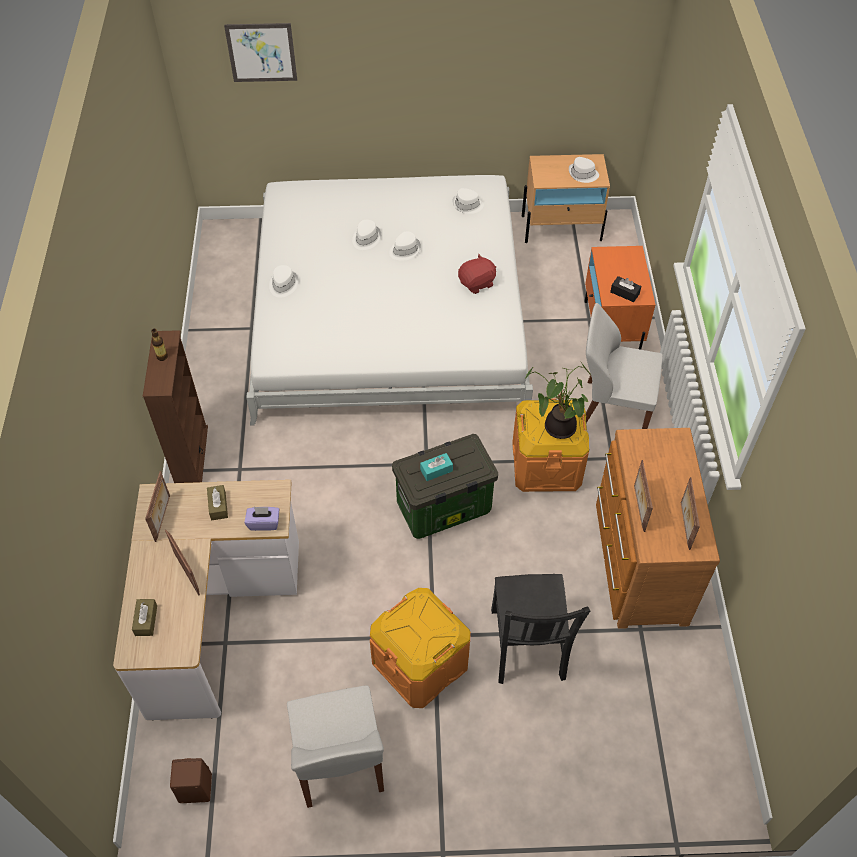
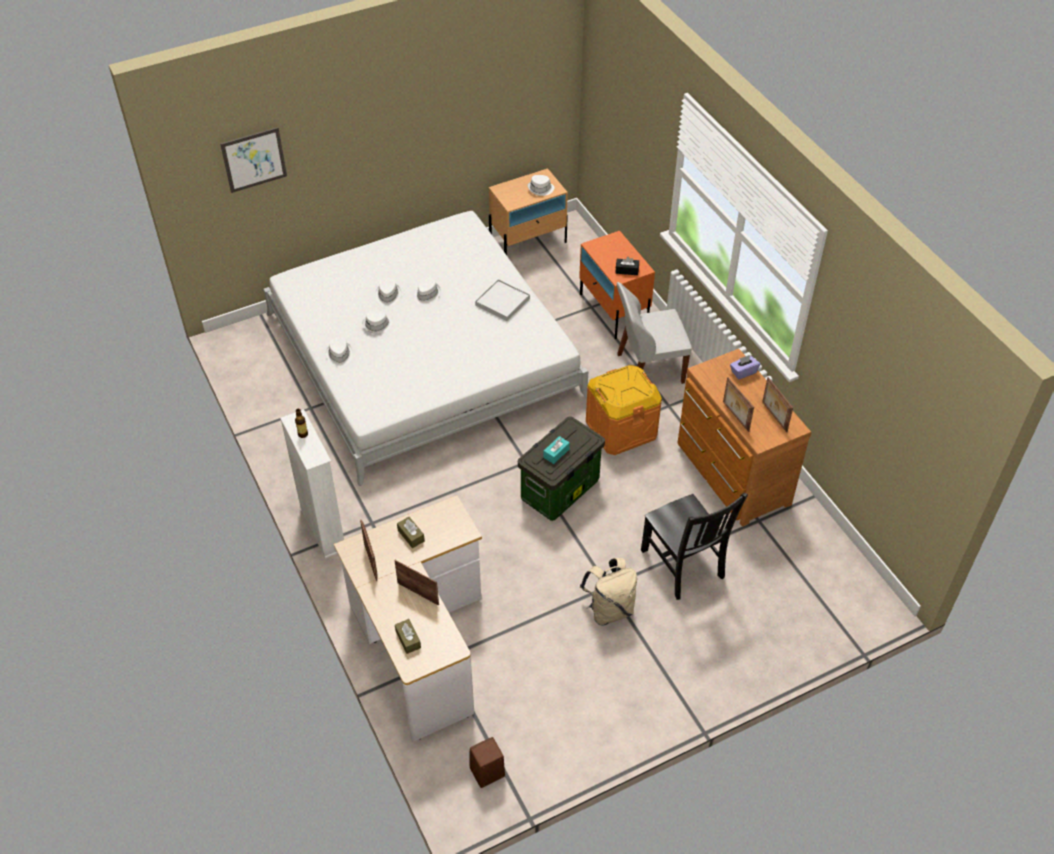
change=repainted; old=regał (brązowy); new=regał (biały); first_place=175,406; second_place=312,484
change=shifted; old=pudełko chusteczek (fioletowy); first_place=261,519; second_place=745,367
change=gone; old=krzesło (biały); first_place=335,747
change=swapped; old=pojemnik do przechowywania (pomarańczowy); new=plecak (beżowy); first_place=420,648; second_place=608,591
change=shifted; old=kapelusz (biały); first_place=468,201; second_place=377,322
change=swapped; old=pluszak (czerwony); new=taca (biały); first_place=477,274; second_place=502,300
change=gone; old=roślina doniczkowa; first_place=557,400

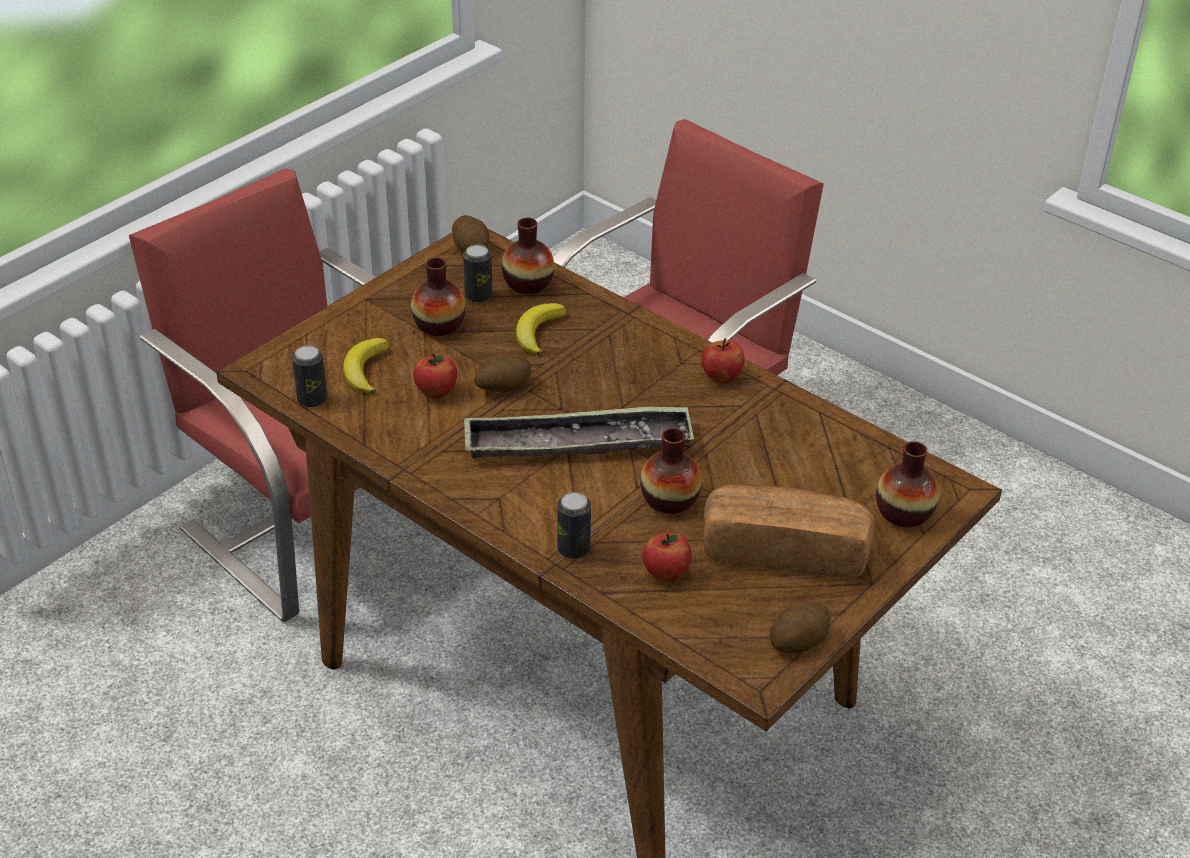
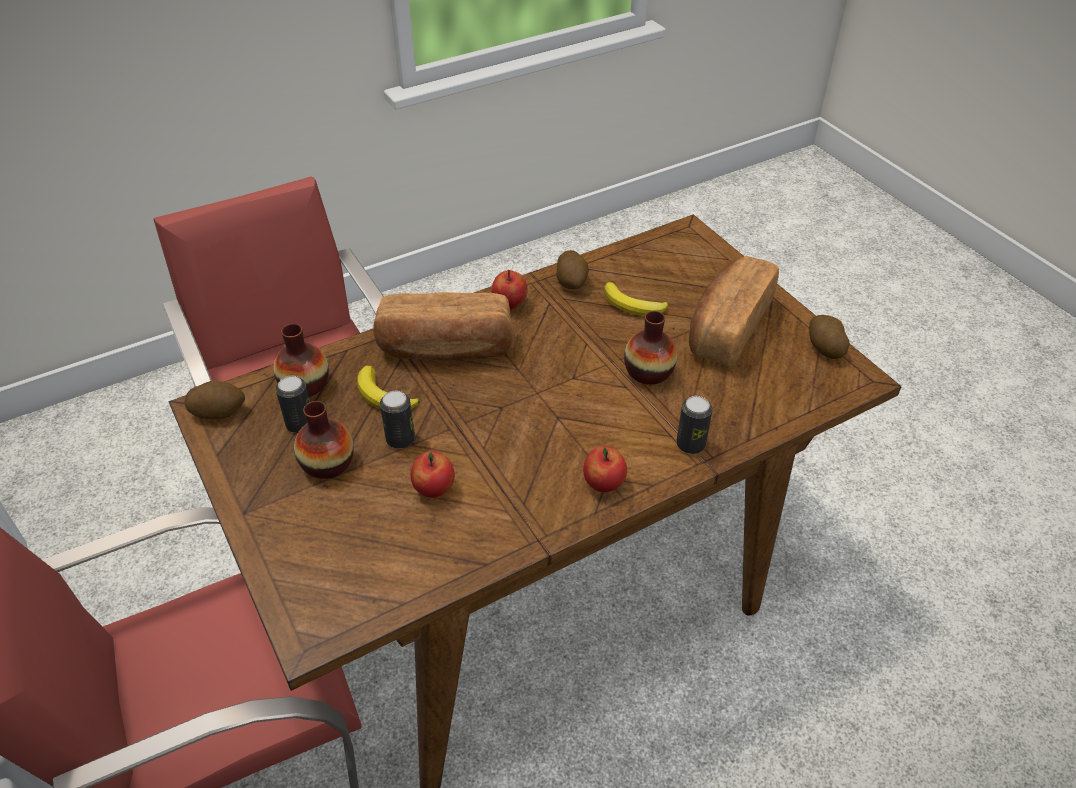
change=shifted; old=puszka; first_place=309,376; second_place=397,420
change=shifted; old=banan; first_place=366,366; second_place=636,299
change=gone; old=taca; first_place=579,432
change=shifted; old=ziemniak; first_place=502,373; second_place=572,269
change=shifted; old=jabłko; first_place=667,557; second_place=605,469
change=gone; old=wazon; first_place=907,484
change=new; new=chleb; second_place=443,326

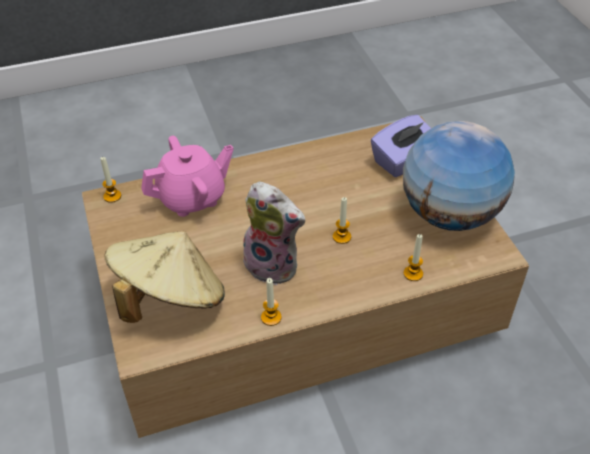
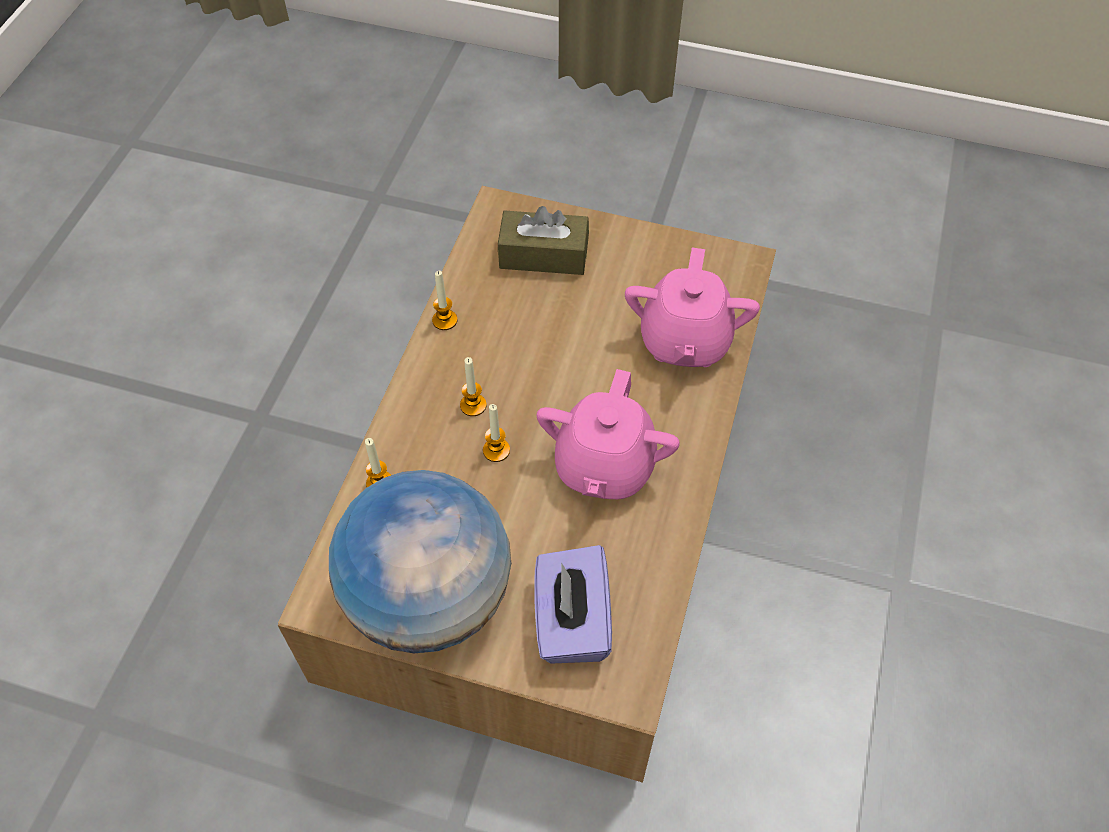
change=shifted; old=świeca; first_place=110,180; second_place=473,386
change=swapped; old=kapelusz (beżowy); new=pudełko chusteczek (brązowy); first_place=164,277; second_place=543,240
change=gone; old=pluszak; first_place=274,233
change=new; new=imbryk (różowy); second_place=608,434

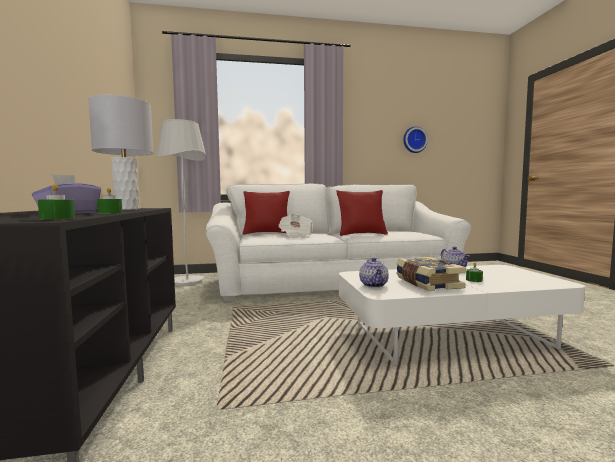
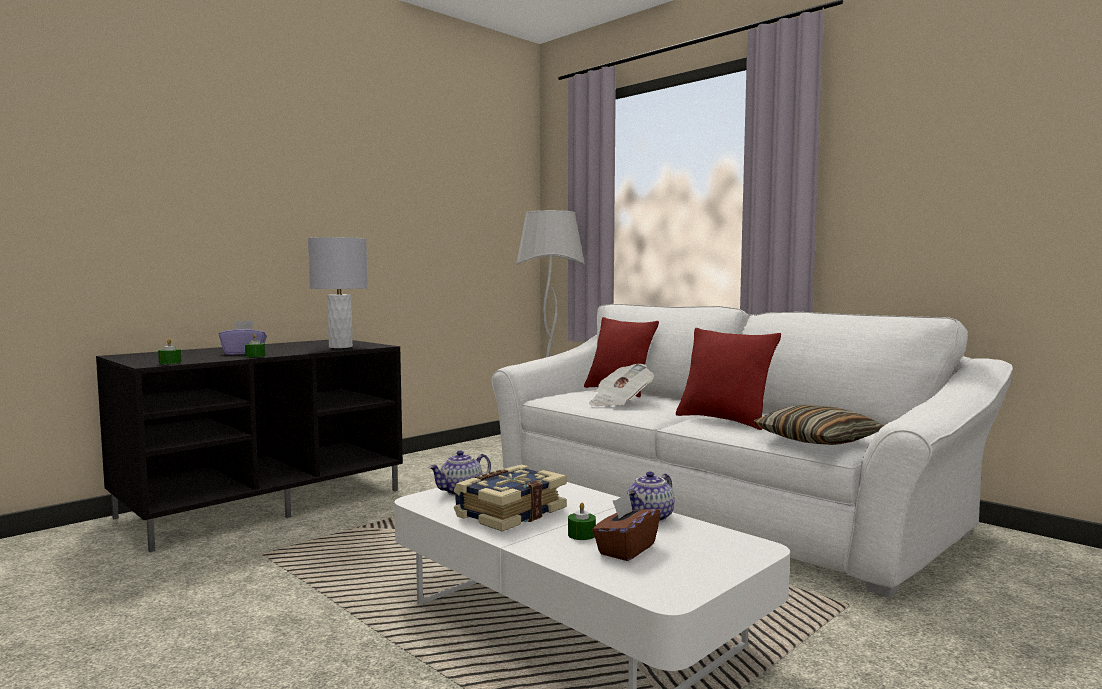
change=gone; old=zegar ścienny; first_place=415,139
change=new; new=pudełko chusteczek (brązowy); second_place=626,527
change=new; new=poduszka; second_place=818,425

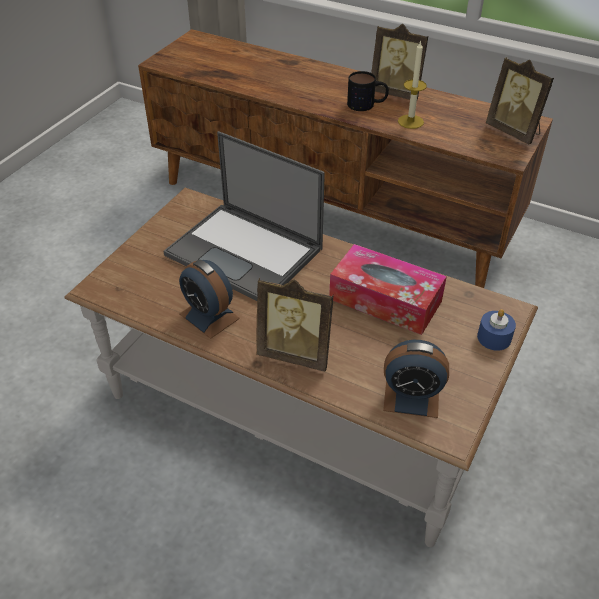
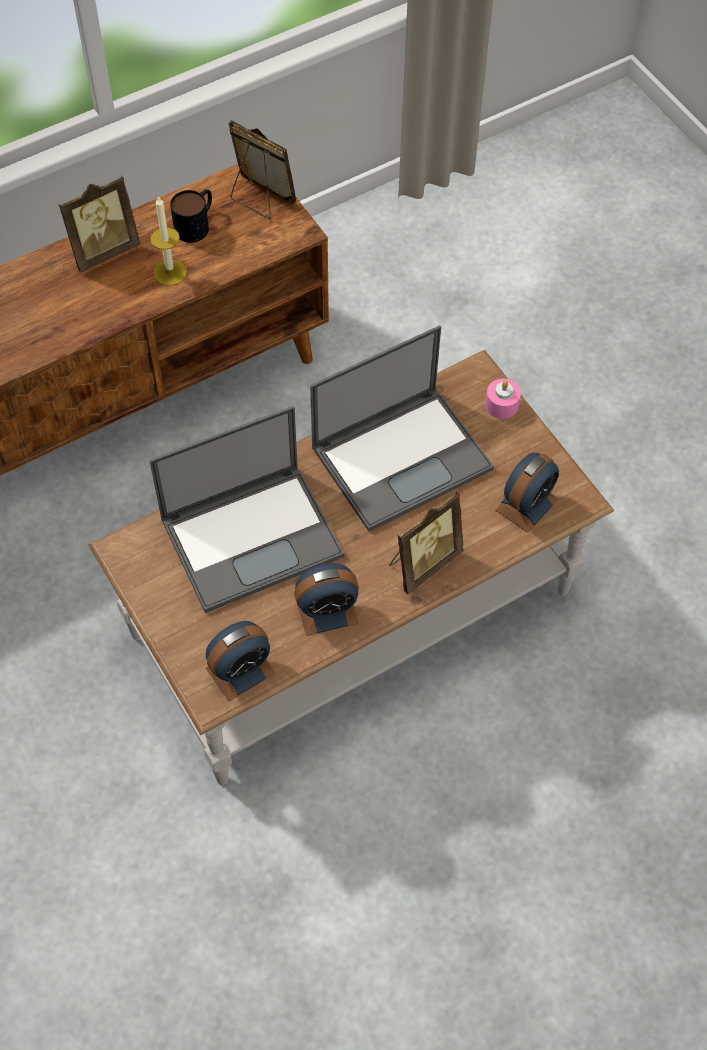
change=swapped; old=pudełko chusteczek; new=laptop; first_place=388,289; second_place=402,428
change=shifted; old=kubek; first_place=368,91; second_place=191,216
change=repainted; old=świeca (niebieski); new=świeca (różowy); first_place=496,330; second_place=503,399
change=rotated; old=ramka na zdjęcie; first_place=520,101; second_place=262,169; degrees=-135
change=new; new=budzik; second_place=240,661

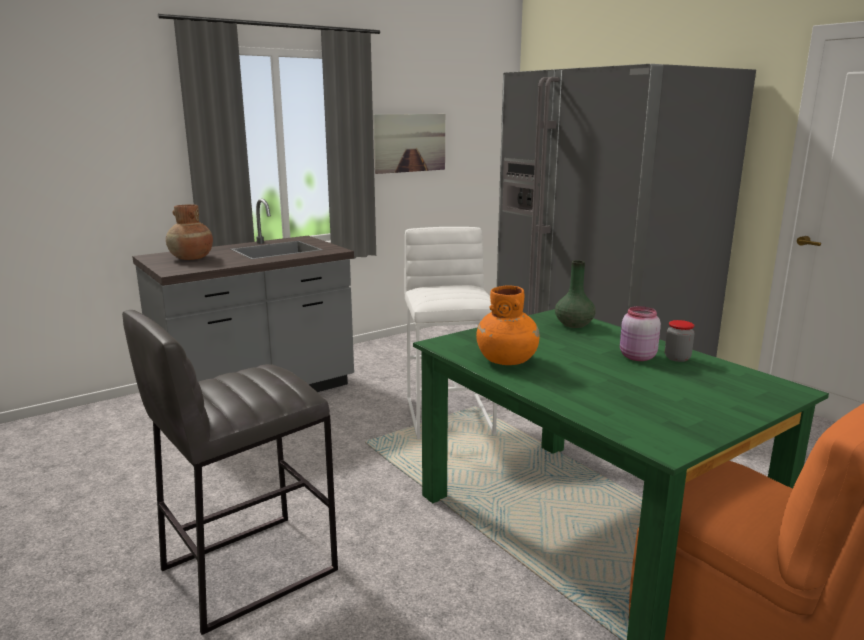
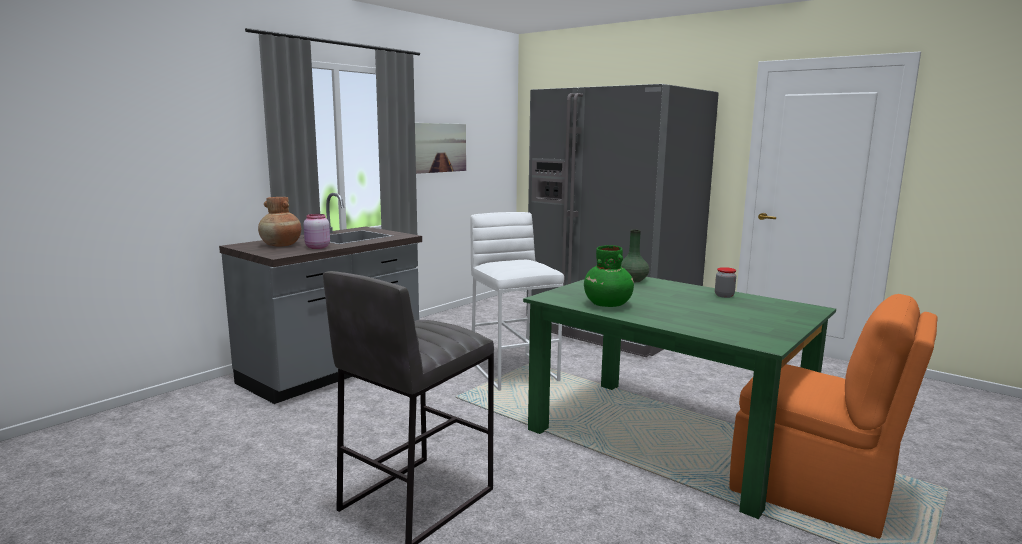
change=repainted; old=wazon (pomarańczowy); new=wazon (zielony); first_place=508,325; second_place=609,276
change=shifted; old=słoik (różowy); first_place=640,333; second_place=316,231

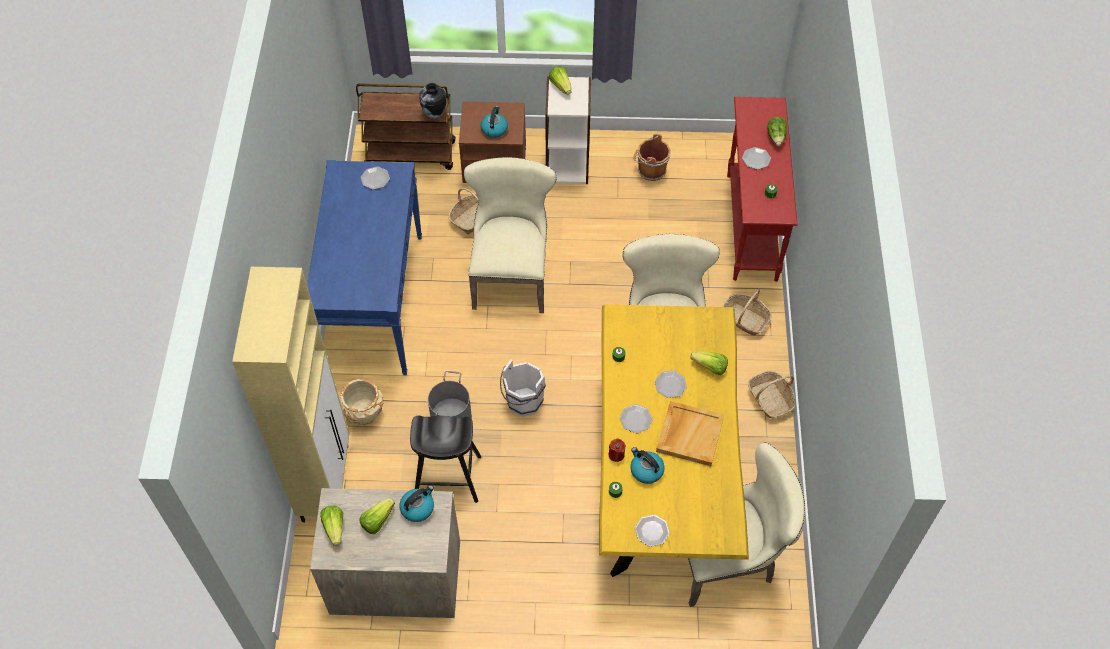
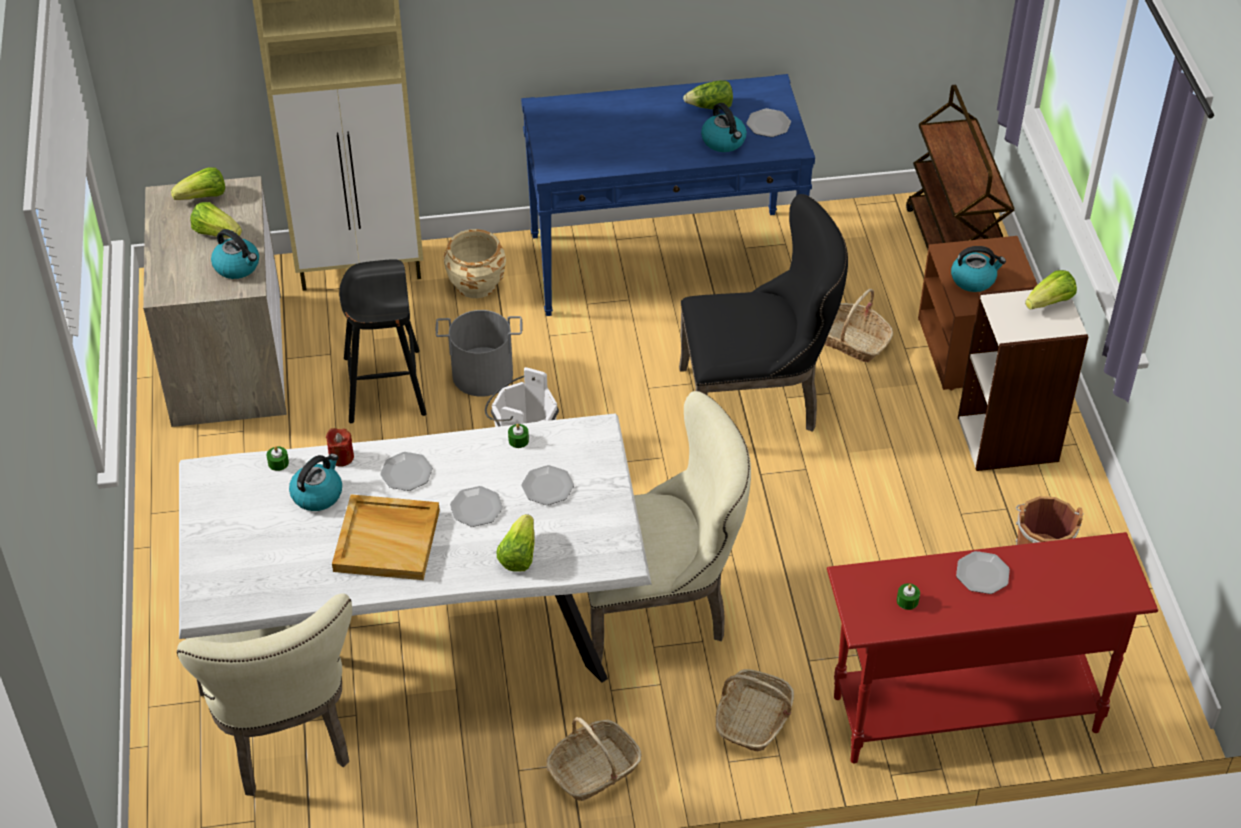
change=gone; old=wazon; first_place=433,101
change=repainted; old=krzesło (beżowy); new=krzesło (czarny); first_place=510,235; second_place=763,313
change=repainted; old=stół jadalny (żółty); new=stół jadalny (biały); first_place=674,440; second_place=415,548
change=shifted; old=talerz; first_place=652,531; second_place=547,485
change=shifted; old=sałata; first_place=777,131; second_place=708,94
change=new; new=czajnik; second_place=724,127

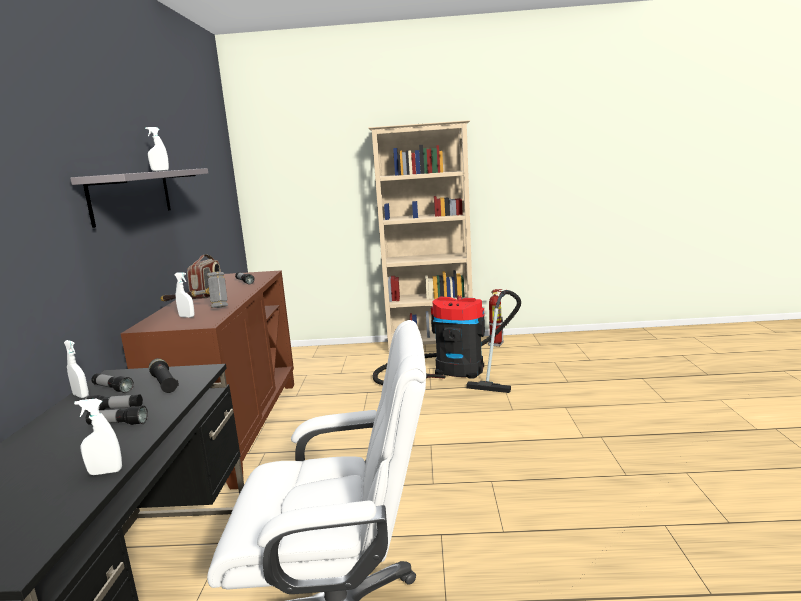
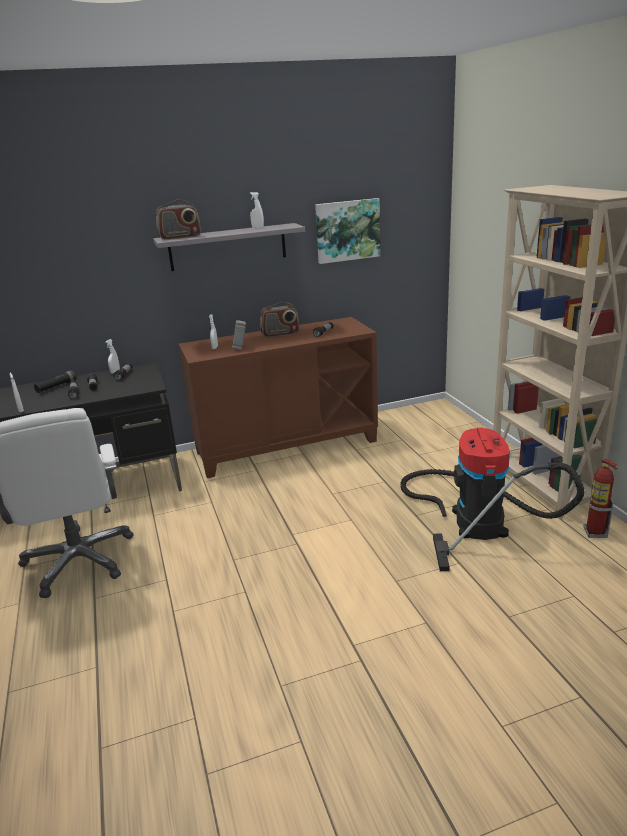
change=shifted; old=latarka (czarny); first_place=164,375; second_place=55,381
change=new; new=radio; second_place=178,219
change=new; new=obraz; second_place=347,231

